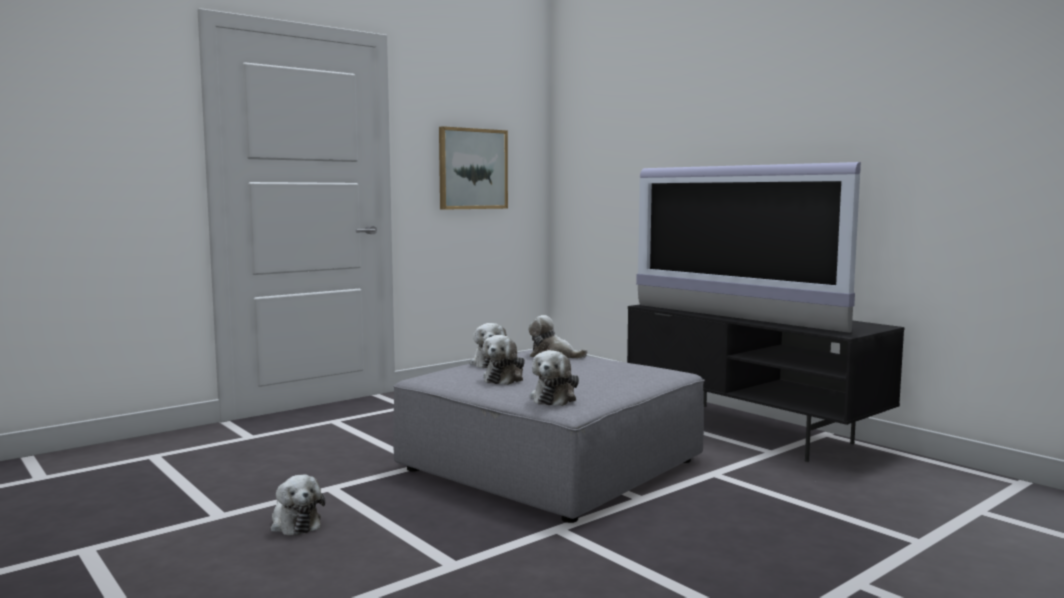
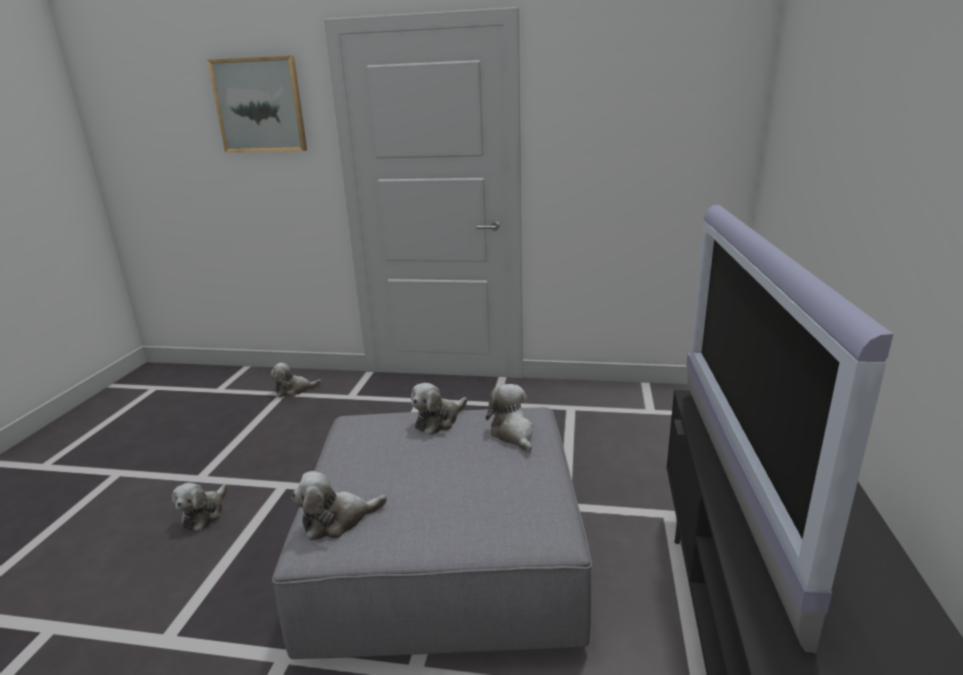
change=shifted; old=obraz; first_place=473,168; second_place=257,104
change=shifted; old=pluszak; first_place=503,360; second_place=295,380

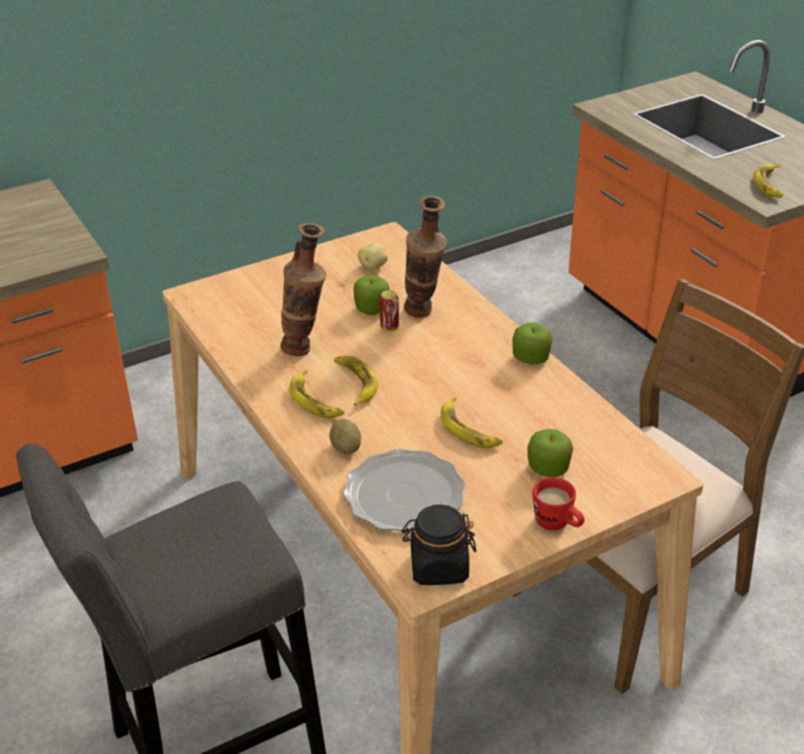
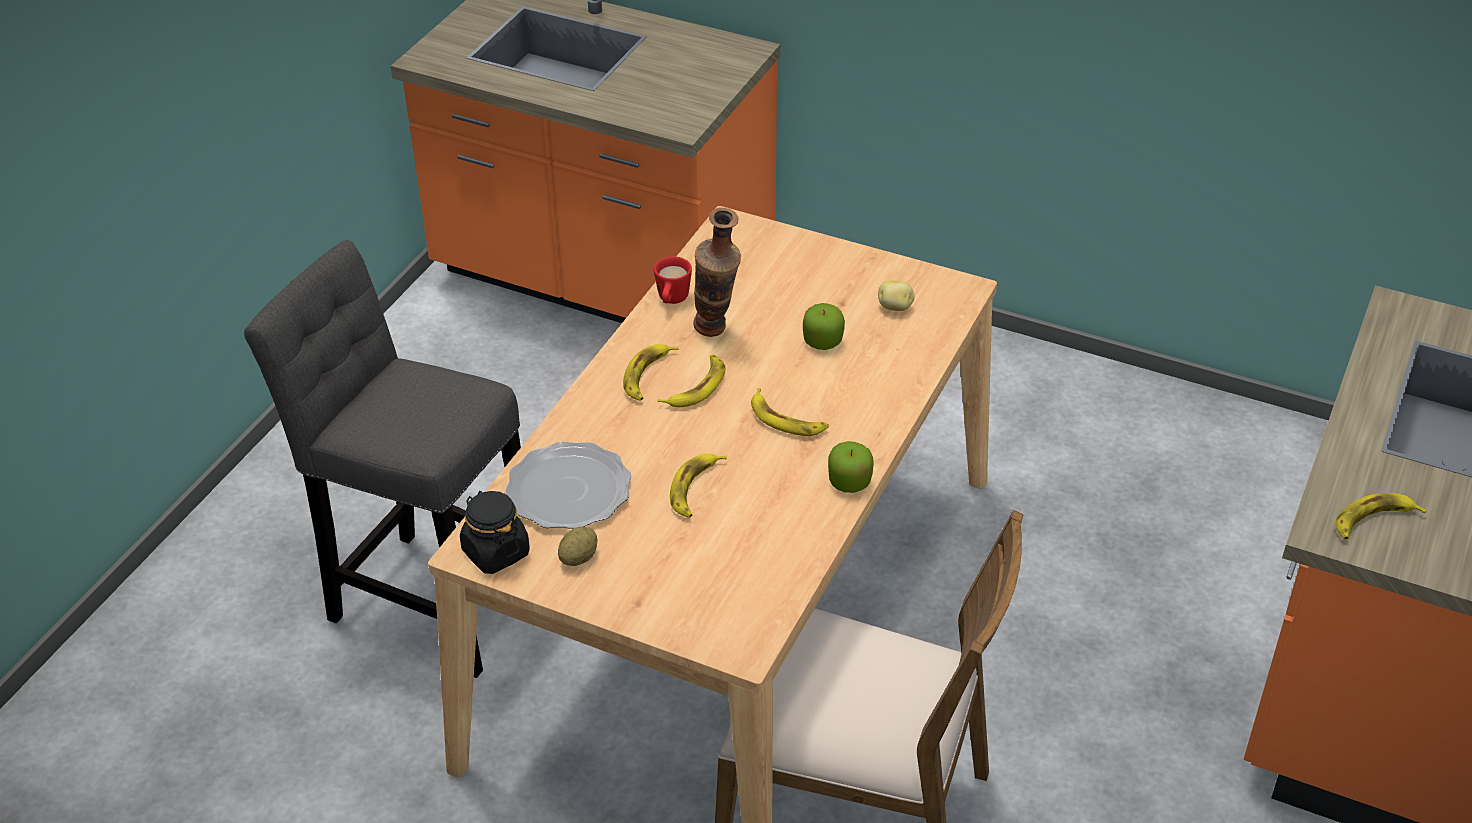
change=shifted; old=ziemniak; first_place=345,436; second_place=578,546
change=gone; old=puszka; first_place=389,311
change=gone; old=wazon; first_place=425,256
change=gone; old=jabłko; first_place=550,453
change=shifted; old=kubek (czerwony); first_place=558,504; second_place=673,280
change=new; new=banan; second_place=790,412

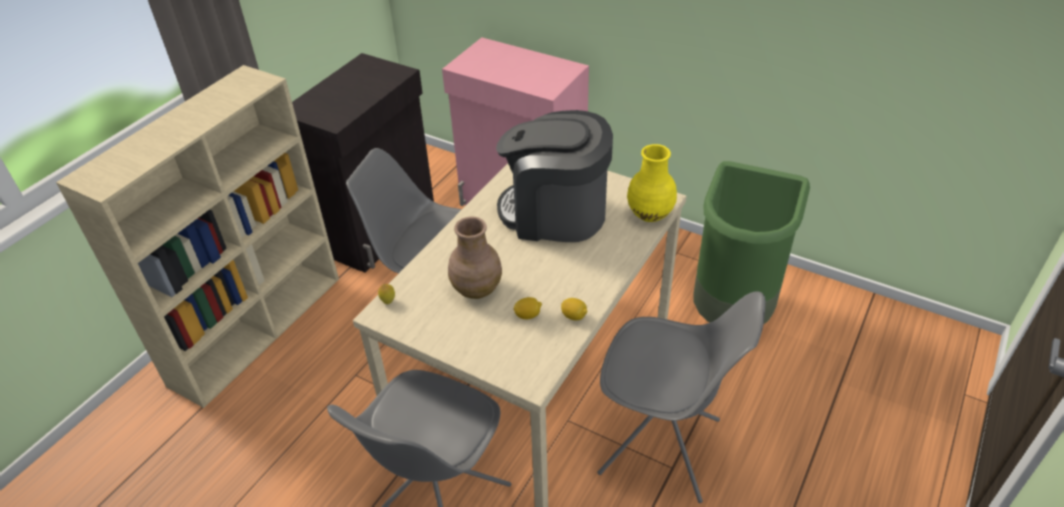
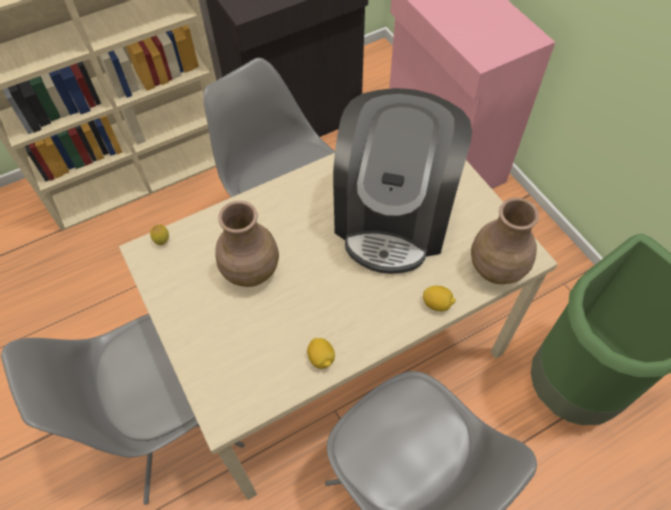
change=rotated; old=ekspres do kawy; first_place=554,176; second_place=402,181; degrees=-120
change=shifted; old=cytryna; first_place=527,308; second_place=439,298
change=repainted; old=wazon (żółty); new=wazon (brązowy); first_place=652,183; second_place=505,241

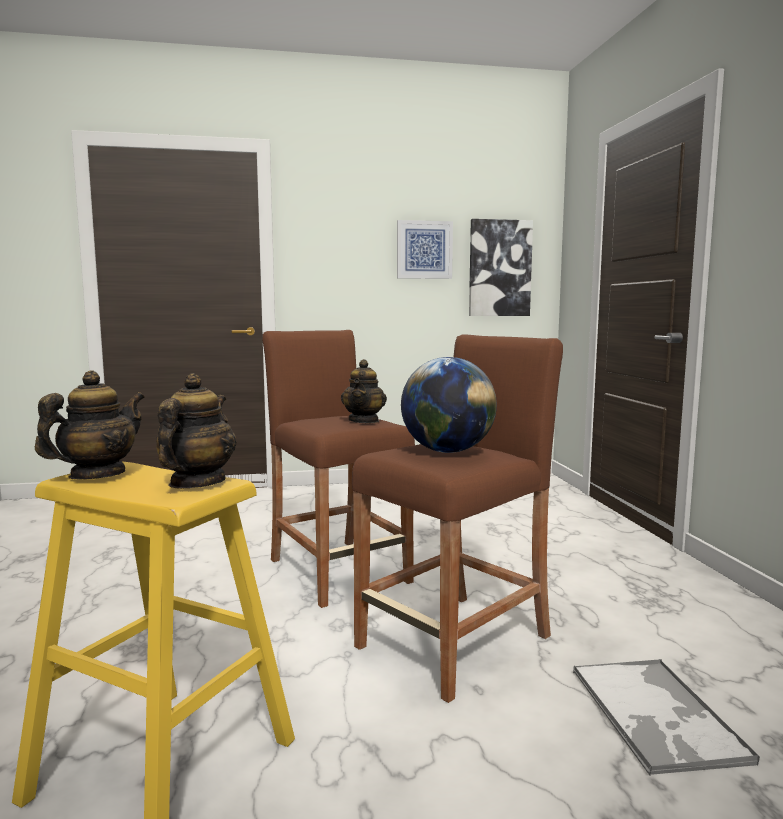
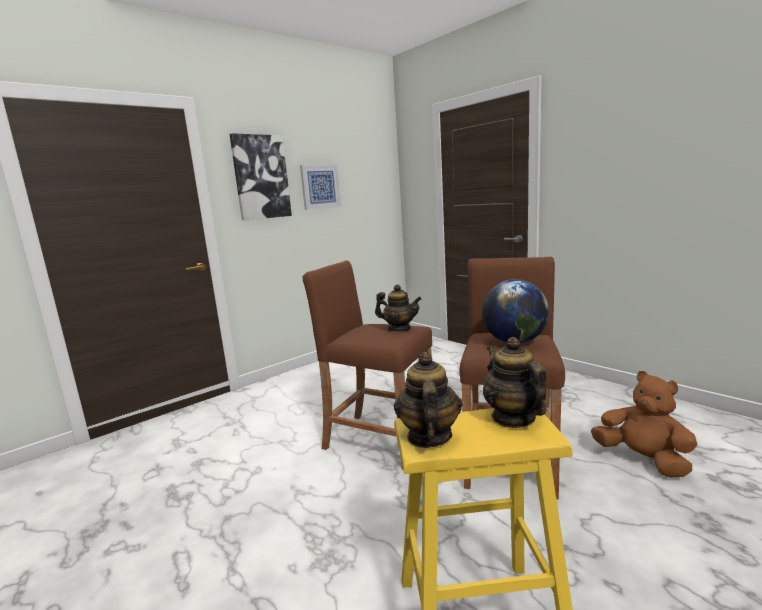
change=rotated; old=imbryk; first_place=364,391; second_place=398,307; degrees=-45
change=shifted; old=obraz; first_place=501,267; second_place=261,176
change=swapped; old=taca; new=pluszak (brązowy); first_place=666,717; second_place=644,424

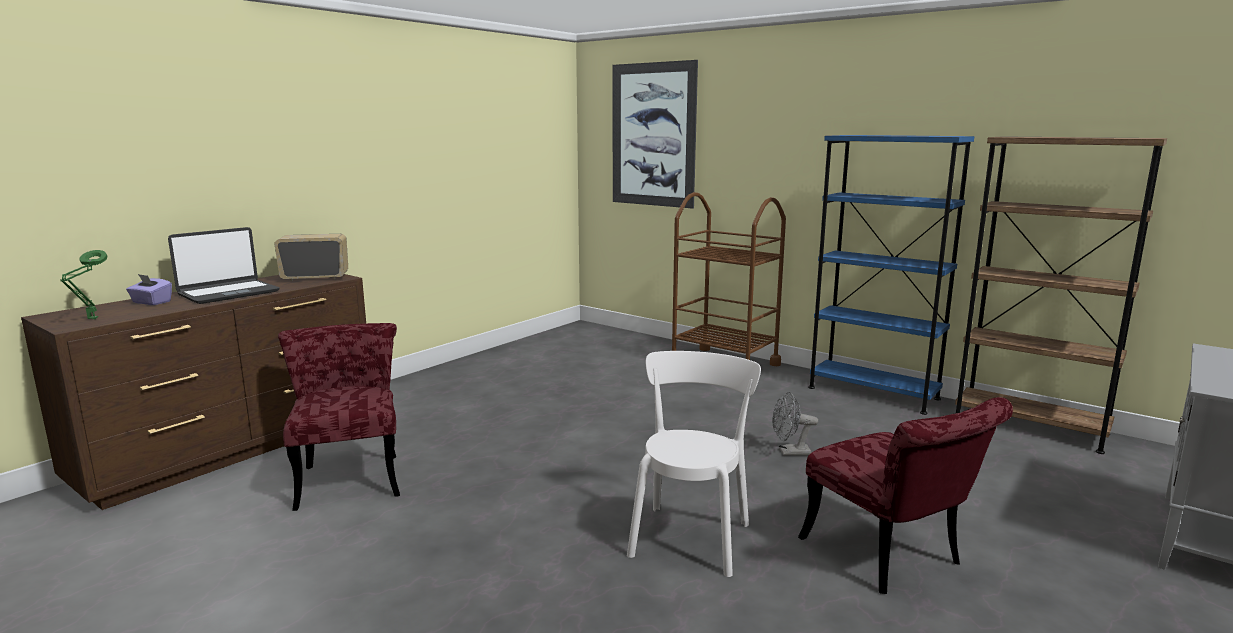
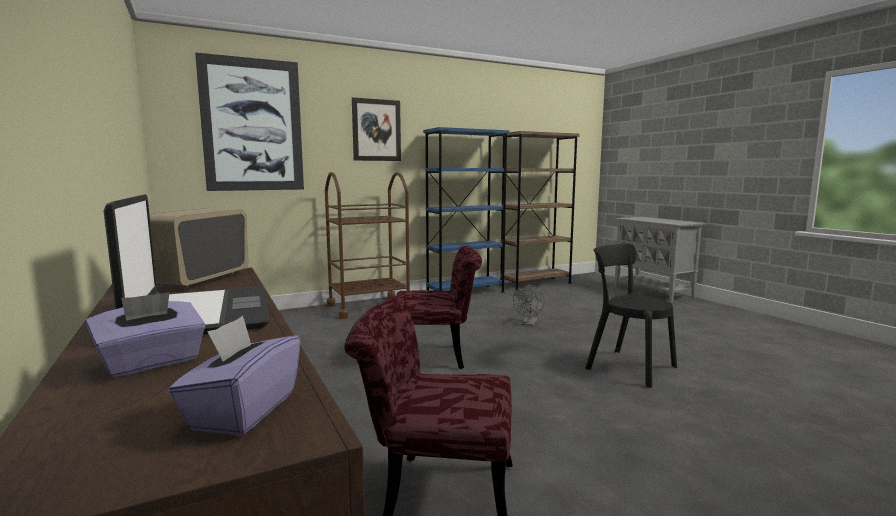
change=swapped; old=lampa stołowa (zielony); new=pudełko chusteczek (fioletowy); first_place=83,284; second_place=234,376
change=repainted; old=krzesło (biały); new=krzesło (czarny); first_place=694,464; second_place=631,316
change=shifted; old=krzesło (czerwony); first_place=905,495; second_place=439,307
change=new; new=obraz; second_place=376,129

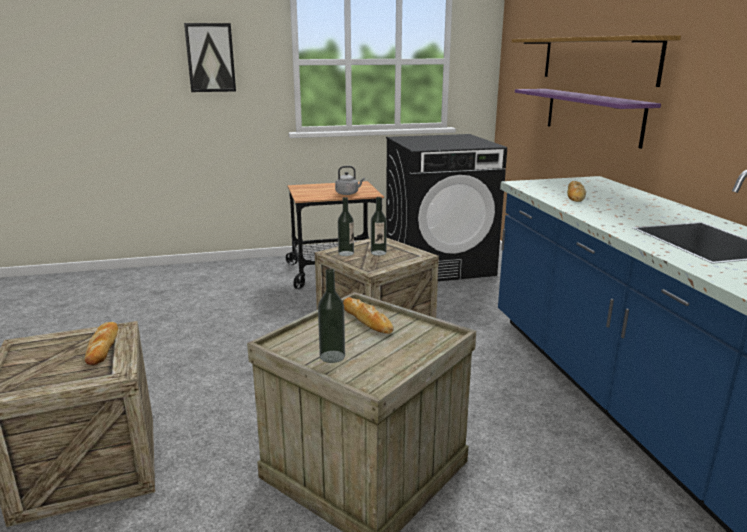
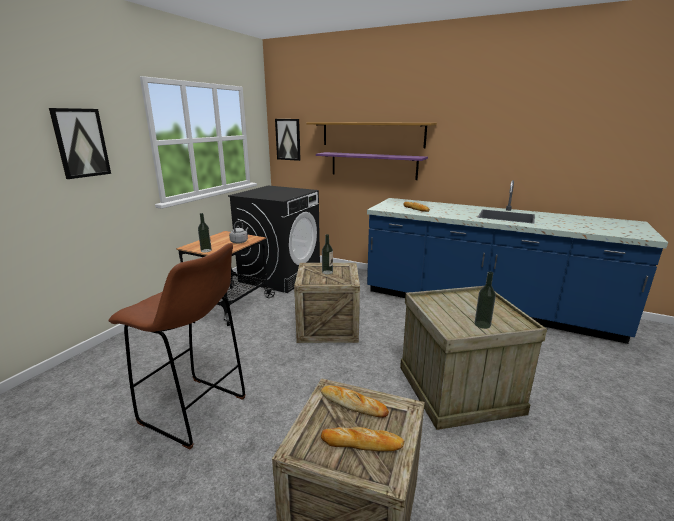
change=shifted; old=butelka; first_place=346,226; second_place=205,232
change=shifted; old=chleb; first_place=368,315; second_place=363,439
change=new; new=stołek (brązowy); second_place=177,346
change=new; new=obraz; second_place=288,140

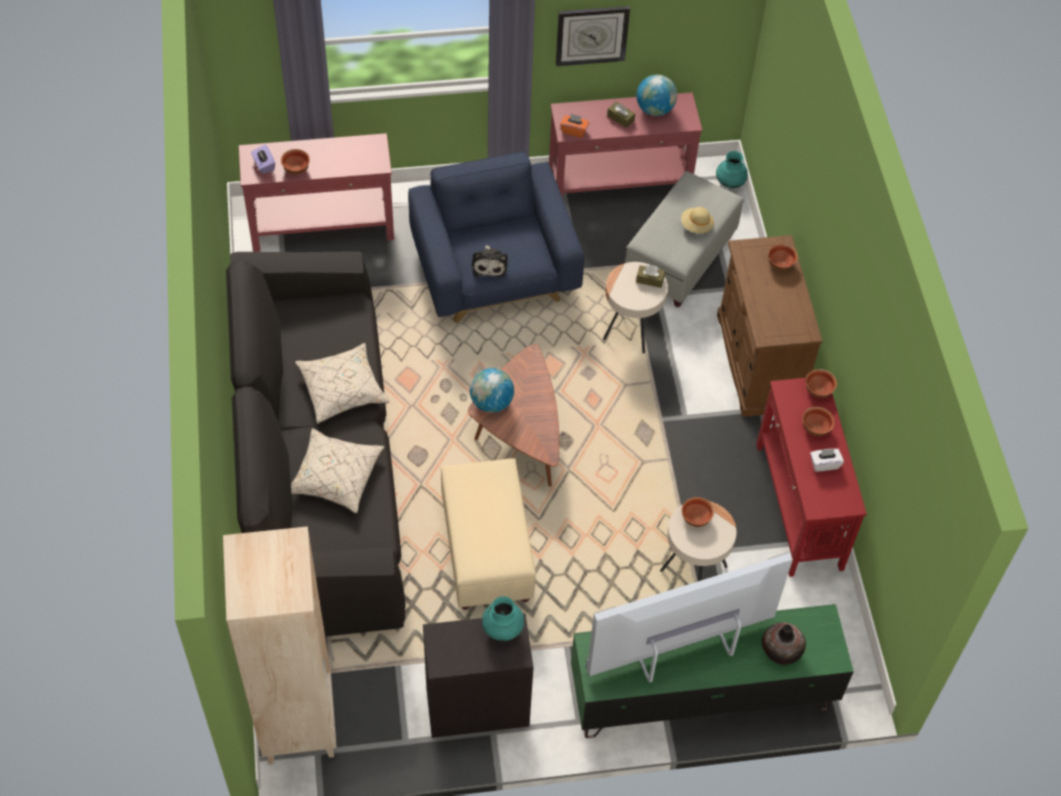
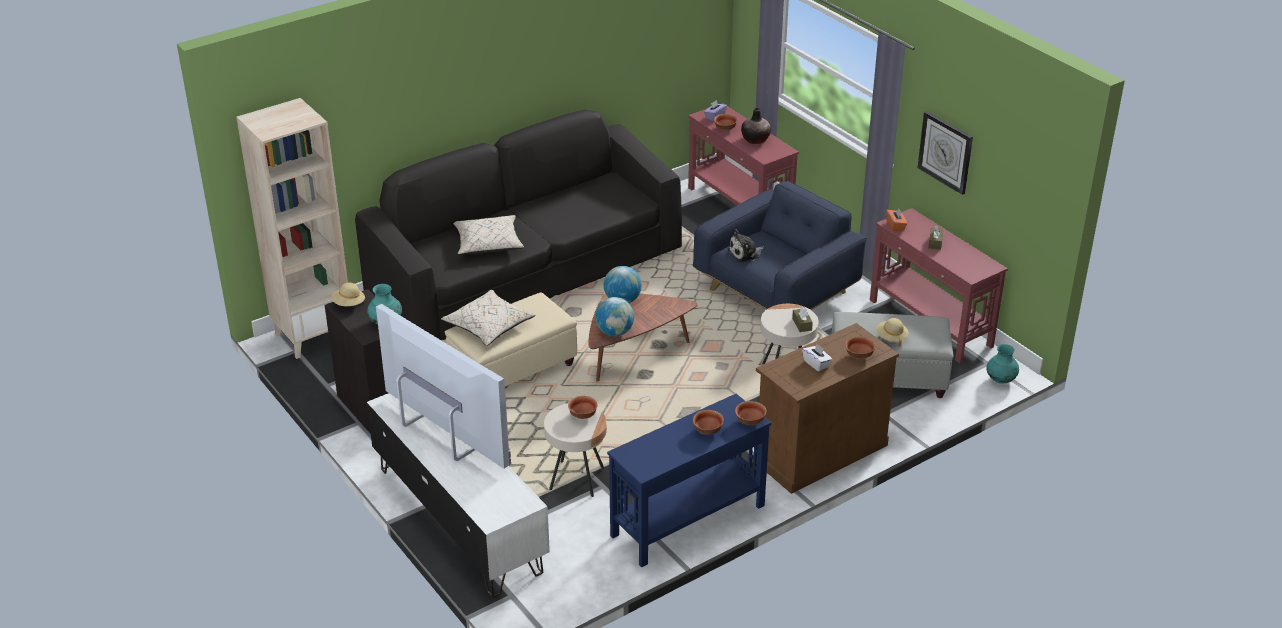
change=shifted; old=poduszka (beżowy); first_place=342,383; second_place=488,318
change=repainted; old=szafka pod telewizor (zielony); new=szafka pod telewizor (biały); first_place=712,671; second_place=458,495
change=shifted; old=globus; first_place=657,95; second_place=614,316
change=repainted; old=stolik konsolowy (czerwony); new=stolik konsolowy (niebieski); first_place=811,477; second_place=689,480
change=shifted; old=wazon; first_place=784,643; second_place=756,126
change=shifted; old=pudełko chusteczek (biały); first_place=827,460; second_place=817,357
change=new; new=kapelusz (beżowy); second_place=348,294

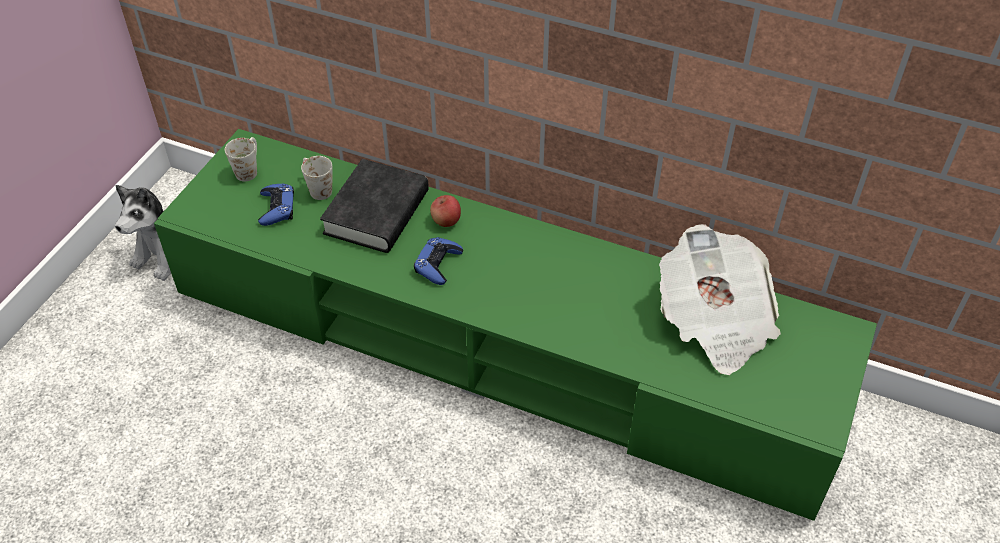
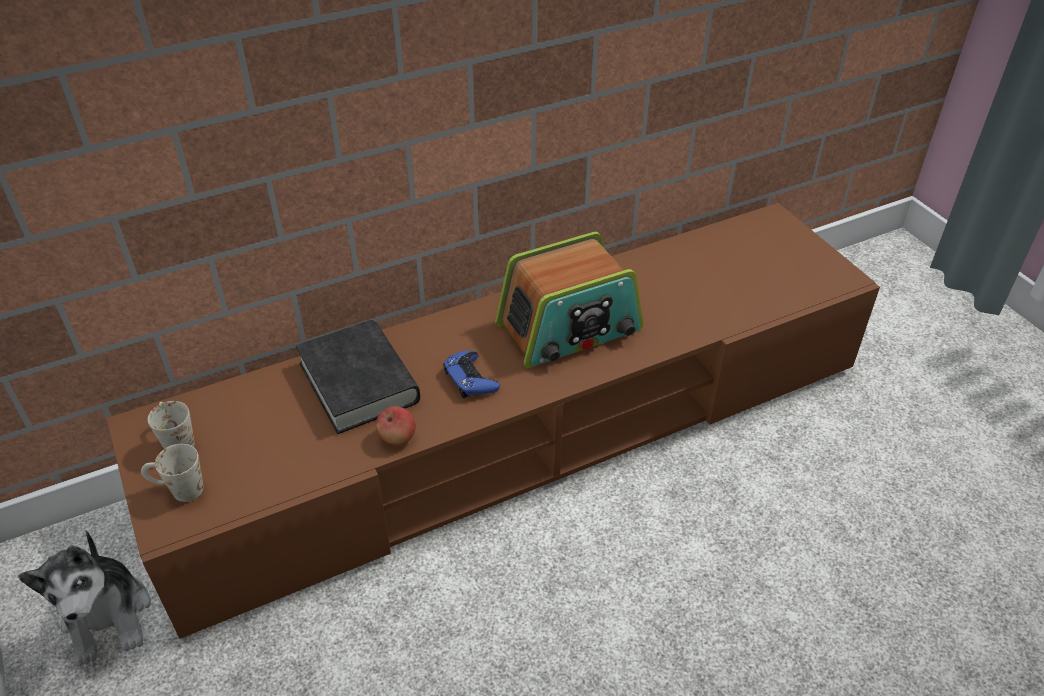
change=repainted; old=szafka pod telewizor (zielony); new=szafka pod telewizor (brązowy); first_place=515,325; second_place=493,421
change=gone; old=pad do gier (niebieski); first_place=276,205
change=shifted; old=kubek (biały); first_place=317,178; second_place=172,473
change=shifted; old=jabłko; first_place=445,211; second_place=396,426
change=gone; old=gazeta; first_place=720,299
change=new; new=radio; second_place=569,300

